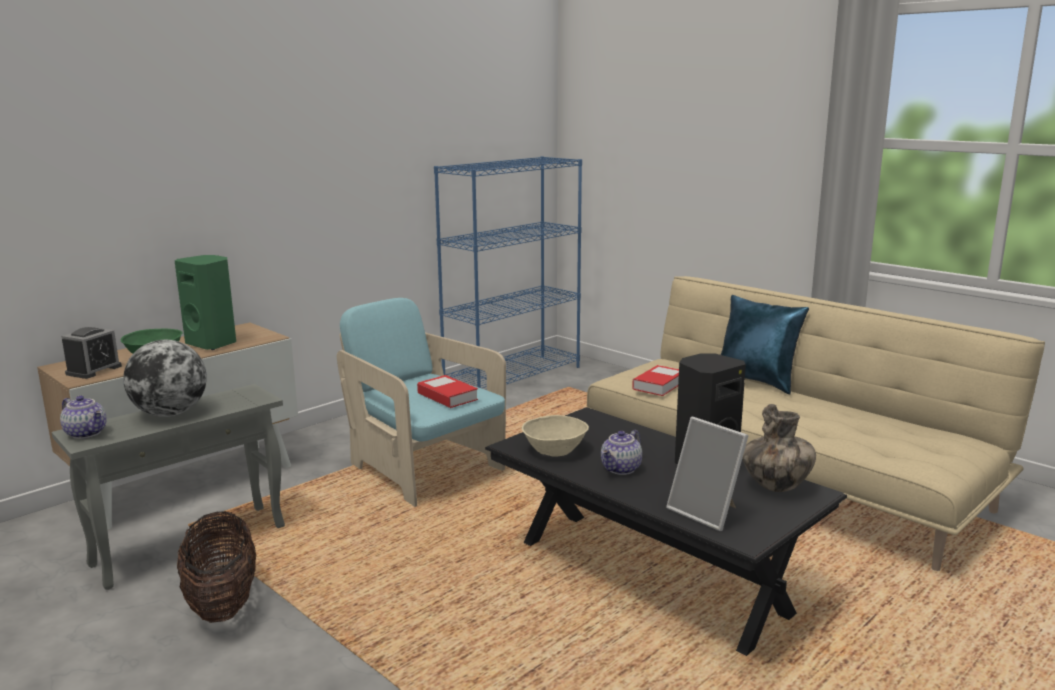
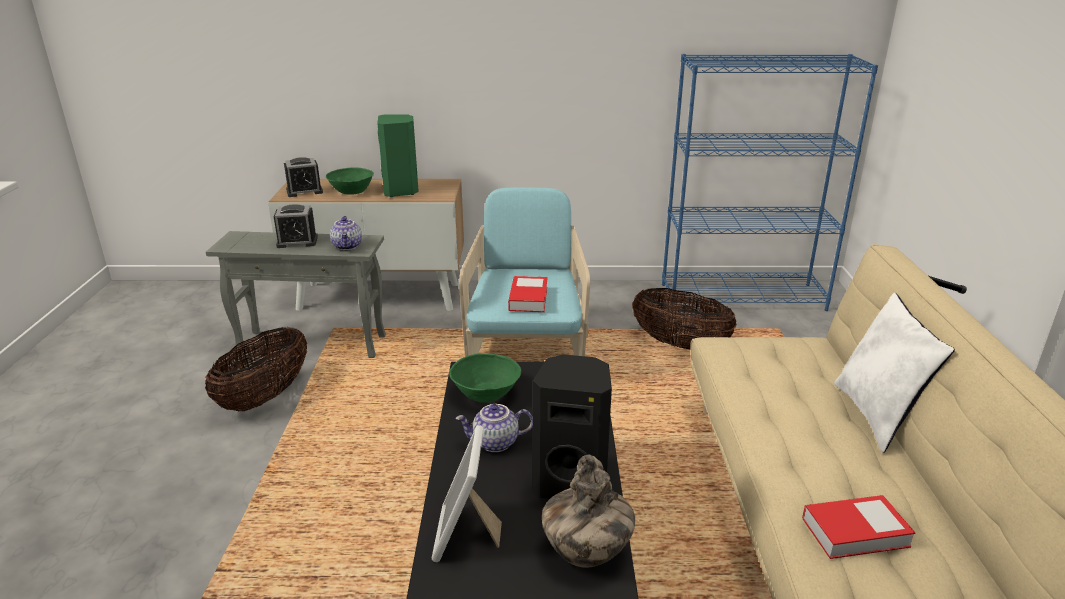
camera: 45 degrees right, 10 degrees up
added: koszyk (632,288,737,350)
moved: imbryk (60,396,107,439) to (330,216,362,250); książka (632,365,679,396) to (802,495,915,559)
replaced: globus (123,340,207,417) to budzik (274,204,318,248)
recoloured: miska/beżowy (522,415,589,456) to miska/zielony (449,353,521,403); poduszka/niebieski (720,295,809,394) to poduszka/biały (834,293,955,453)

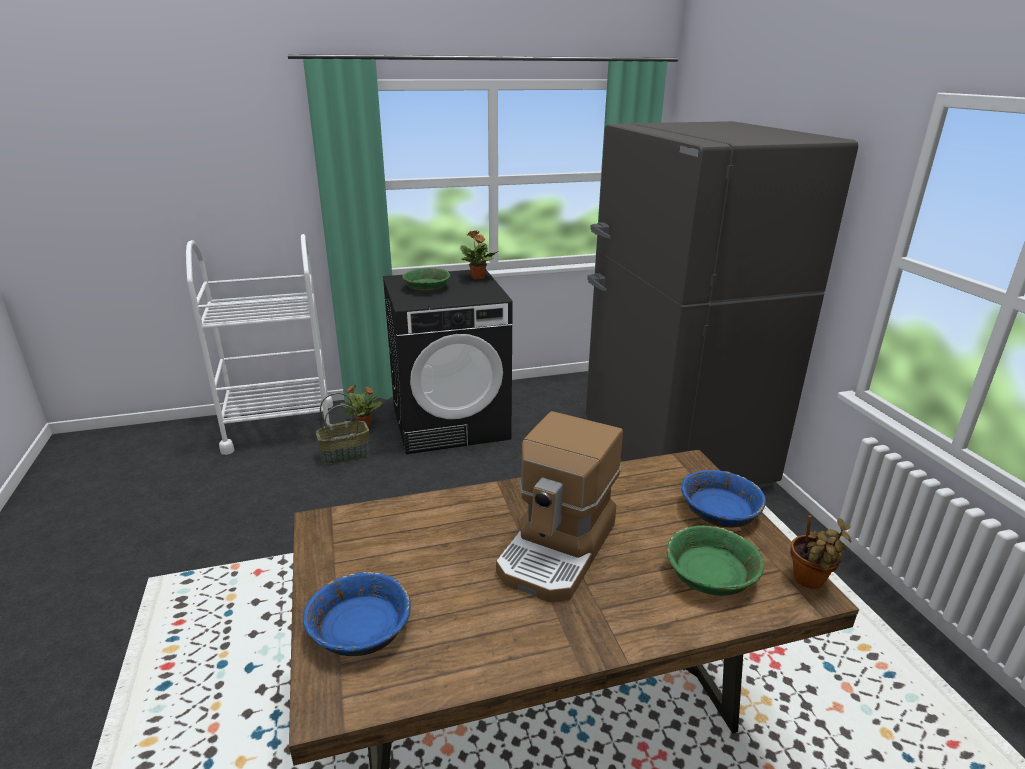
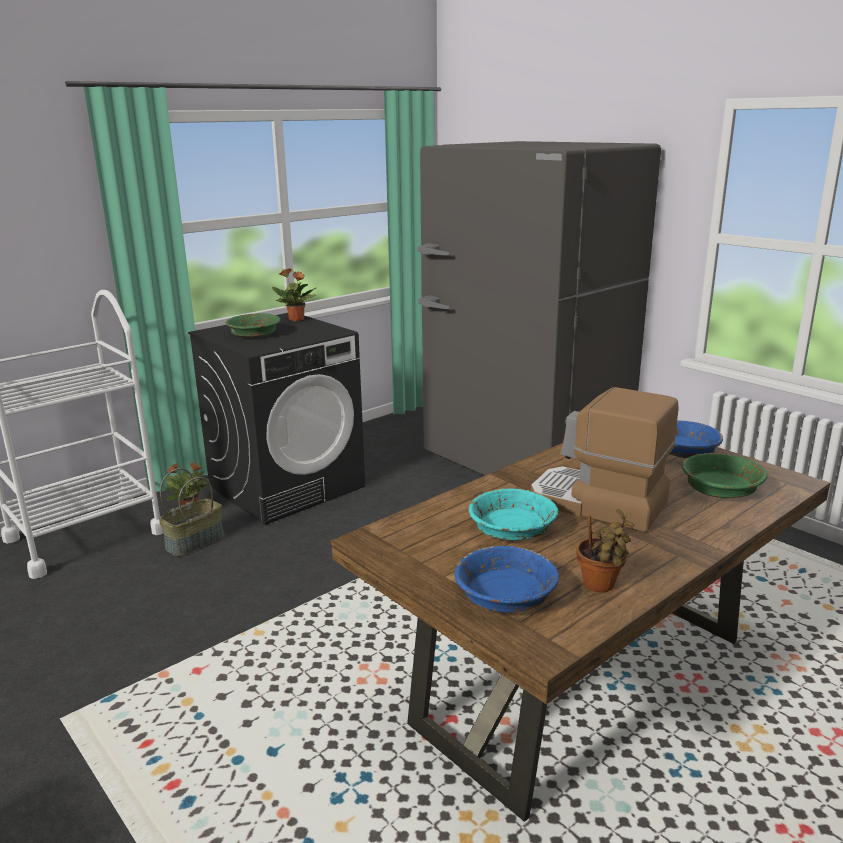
camera: 25 degrees left, 5 degrees down
added: miska/turkusowy (469,488,558,541)
moved: roślina doniczkowa (790,515,852,589) to (576,509,634,592)
turned: ekspres do kawy (496,411,623,603) = (531,387,678,532) 120 degrees clockwise

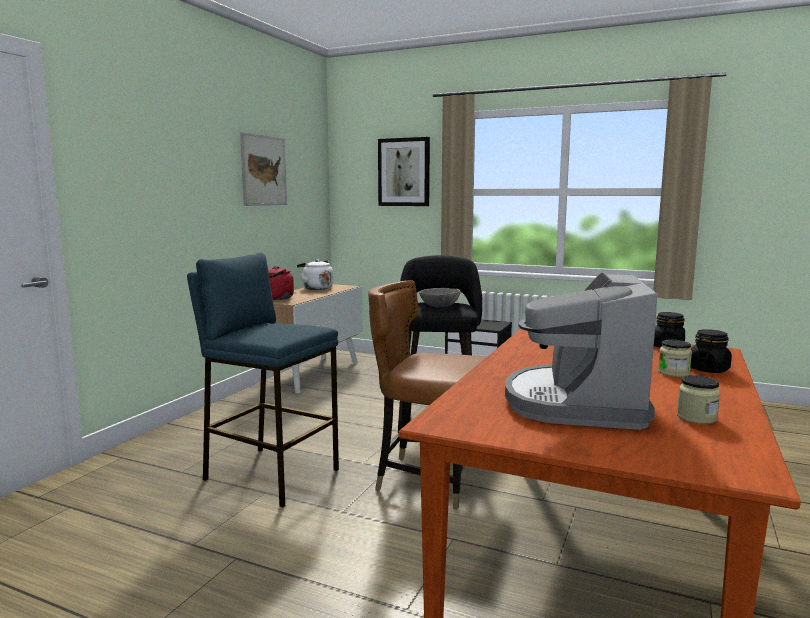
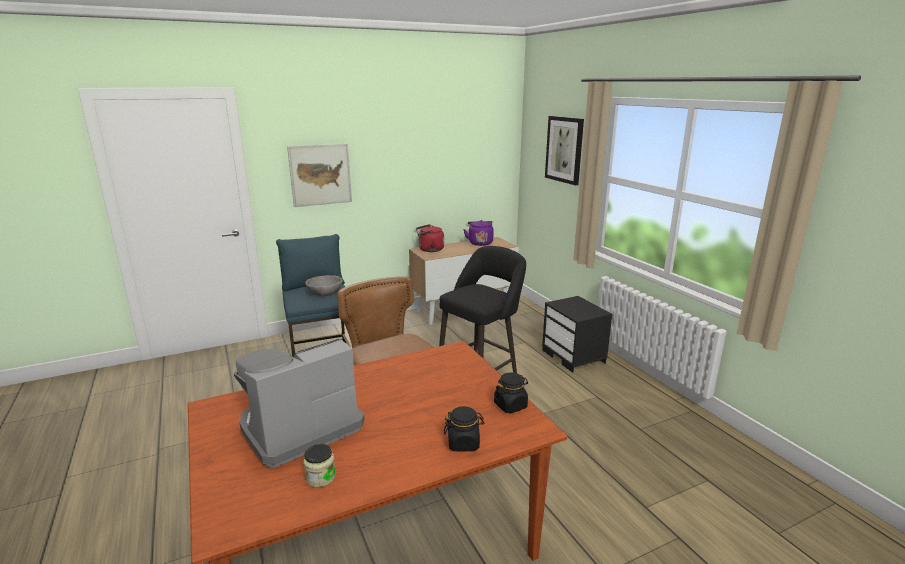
camera: 40 degrees right, 10 degrees up
removed: słoik (658,340,692,377)
moved: obraz (240,132,287,206) to (287,144,352,207); miska/szary (419,288,460,307) to (305,275,343,296)
recoloured: czajnik/biały (297,259,333,290) to czajnik/fioletowy (463,220,494,246)

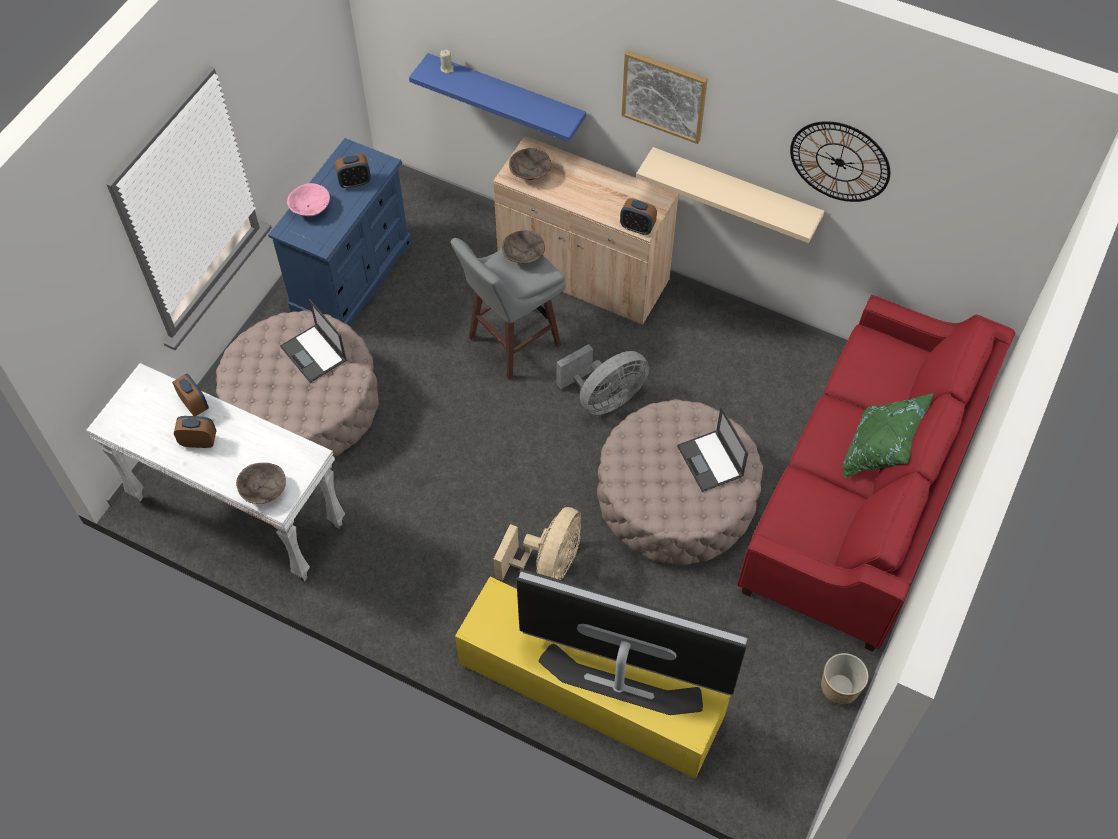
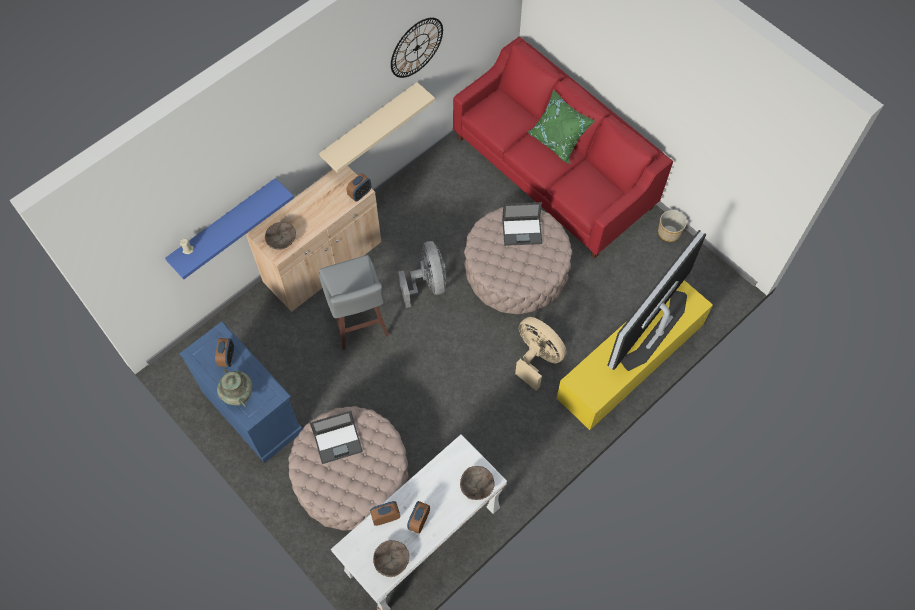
camera: 70 degrees left, 5 degrees up
removed: obraz (622,50,708,144)
moved: miska/brązowy (502,230,545,263) to (373,540,409,577)
replaced: miska/różowy (287,183,330,216) to wazon/turkusowy (217,369,252,407)

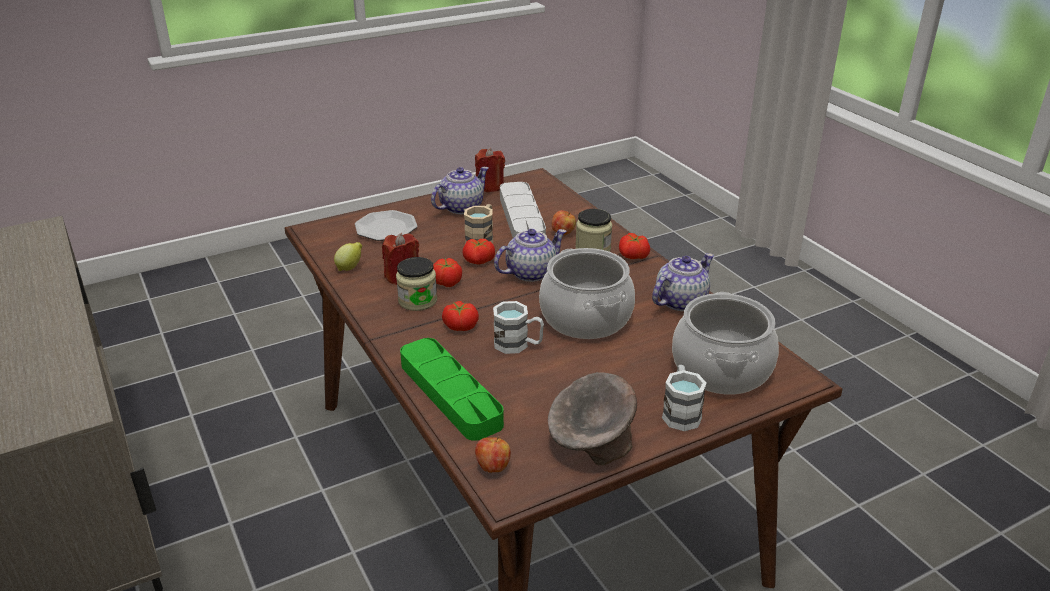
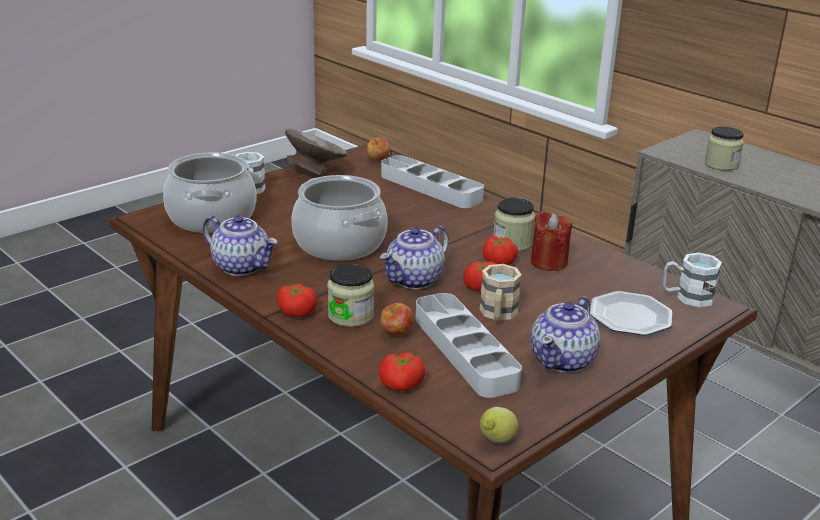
camera: 165 degrees right, 5 degrees down
removed: świeca/czerwony (475,148,505,192)
added: słoik (705,127,744,171)
moved: pomidor (442,301,479,331) to (379,352,425,391); cytryna (334,242,362,271) to (480,407,519,443); kubek/biały (493,301,544,354) to (663,253,722,308)
recoloured: taca/zielony (400,338,504,441) to taca/szary (381,155,484,208)
turned: imbryk (652,253,714,311) = (203,215,278,276) 90 degrees counterclockwise

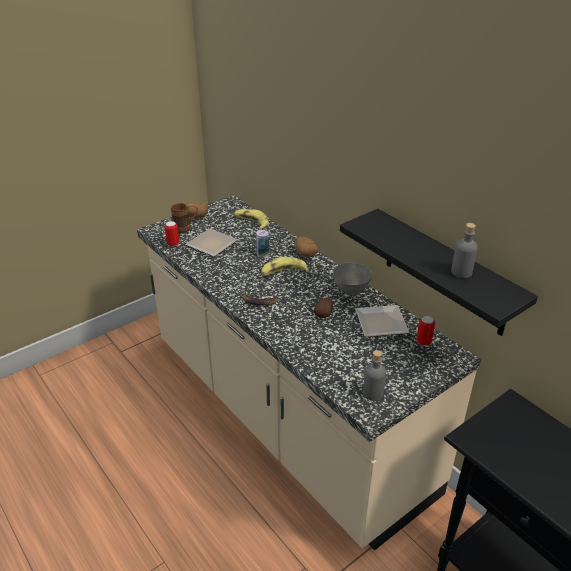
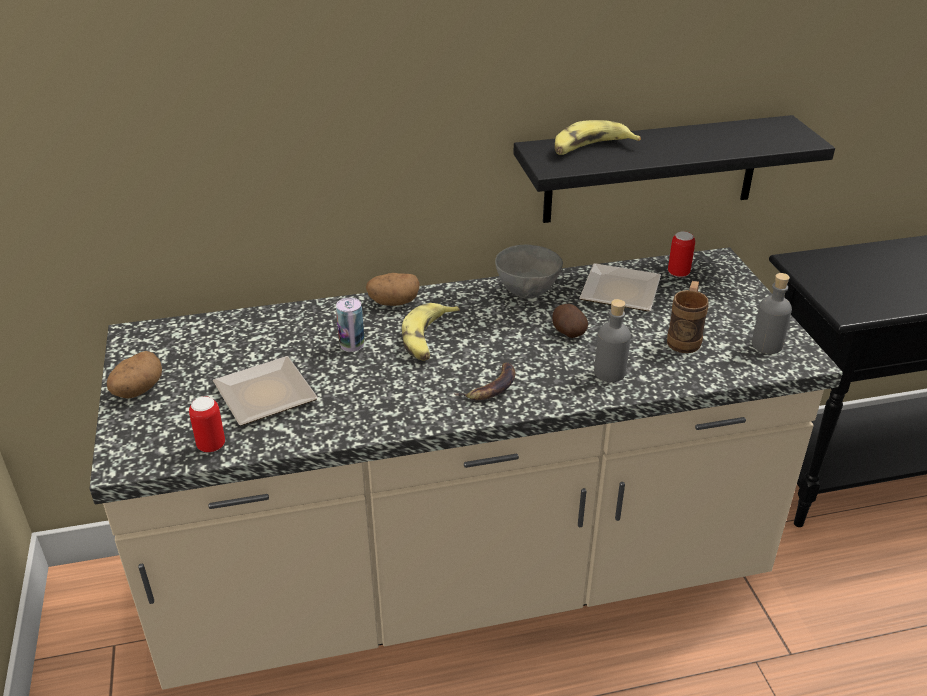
camera: 65 degrees left, 0 degrees up
moved: banan (234,209,269,230) to (555,120,641,155); butelka/szary (451,223,478,278) to (594,299,631,382); kubek/brązowy (171,203,198,233) to (667,281,709,353)

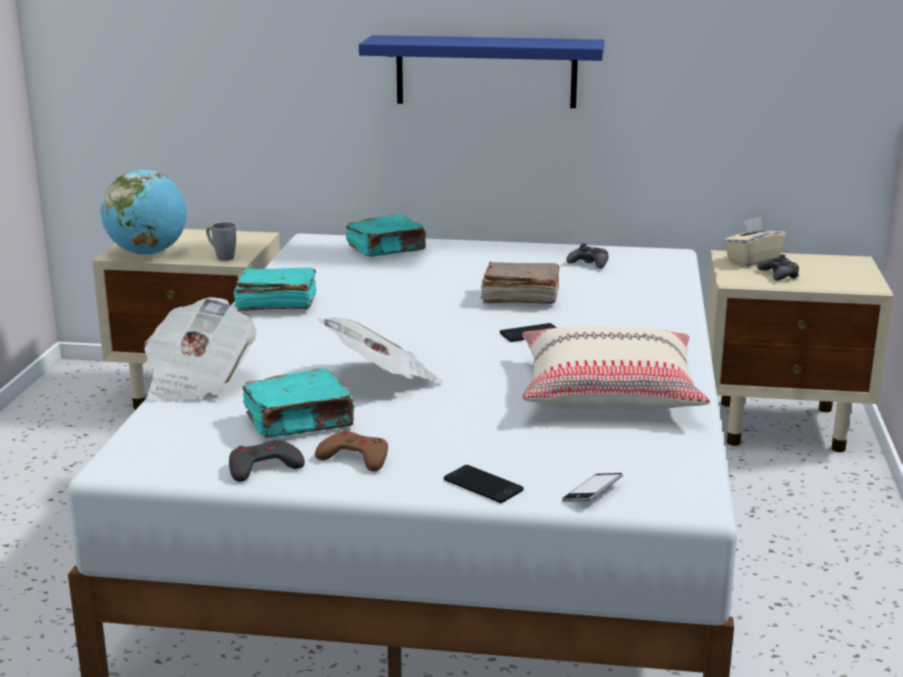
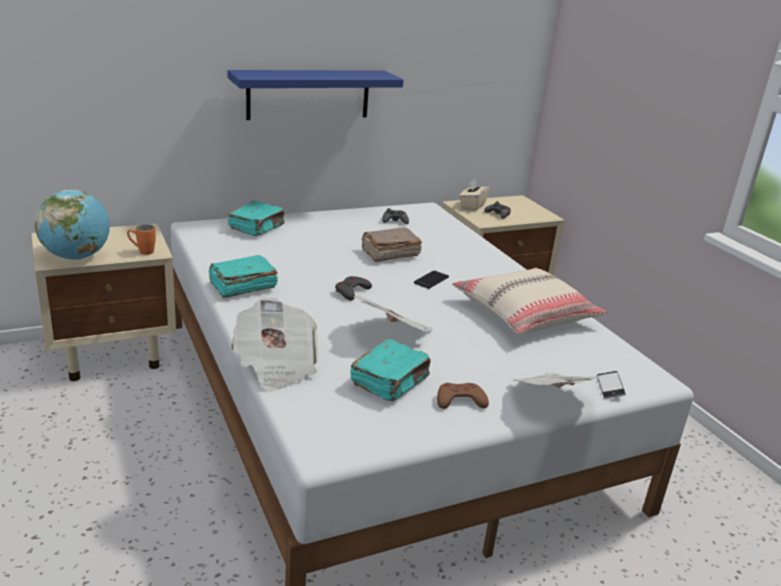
camera: 35 degrees left, 5 degrees up
moved: pad do gier/szary (229,440,305,482) to (335,276,372,301)
replaced: telefon (444,465,524,503) to gazeta (512,373,608,388)
recoloured: kubek/szary (206,223,236,261) to kubek/pomarańczowy (127,224,156,255)

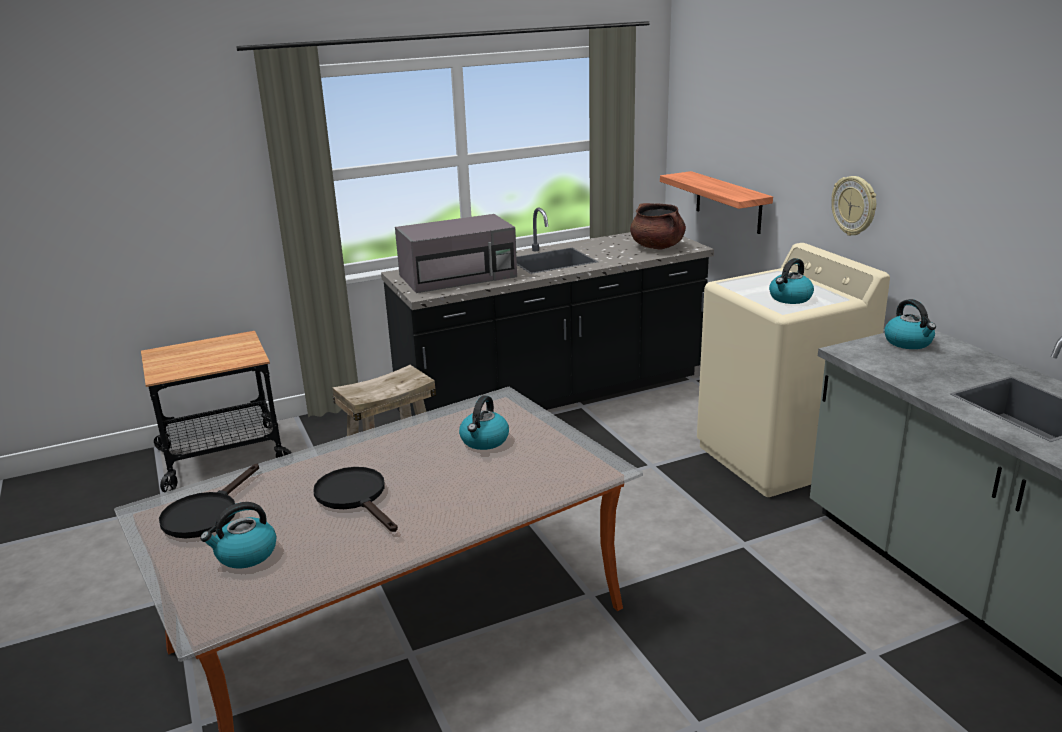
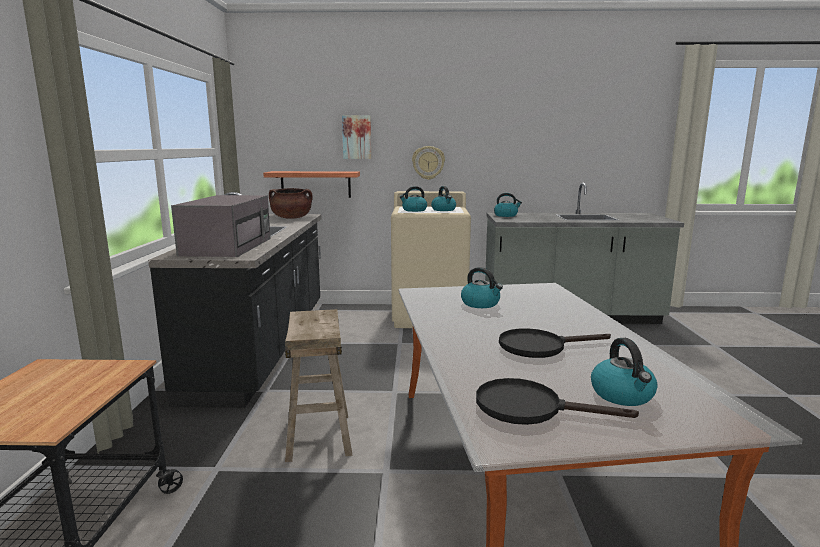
camera: 65 degrees left, 10 degrees down
added: obraz (342,115,371,159); czajnik (399,186,427,212)
turned: patelnia/czarny (159,463,259,538) = (476,378,639,425) 150 degrees clockwise

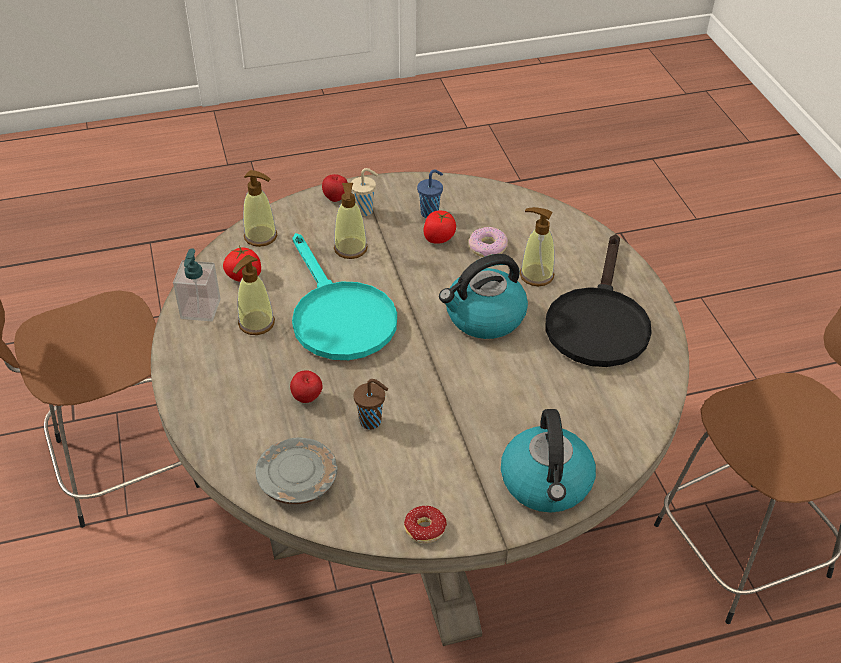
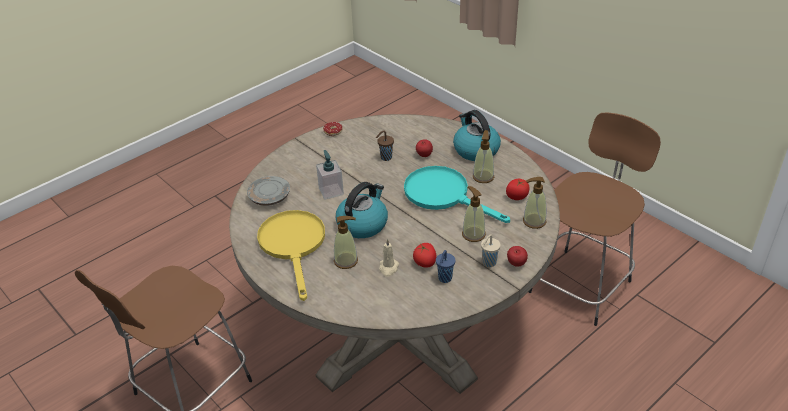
camera: 155 degrees right, 5 degrees down
moved: talerz/szary (255,438,338,505) to (247,176,290,206); dozownik mydła (173,248,221,322) to (316,150,344,200); czajnik (501,409,596,513) to (453,110,501,161)
replaced: donut (469,227,508,257) to świeca/beżowy (379,239,399,277)
recoloured: patelnia/czarny (546,234,652,367) to patelnia/żółty (257,210,325,301)

